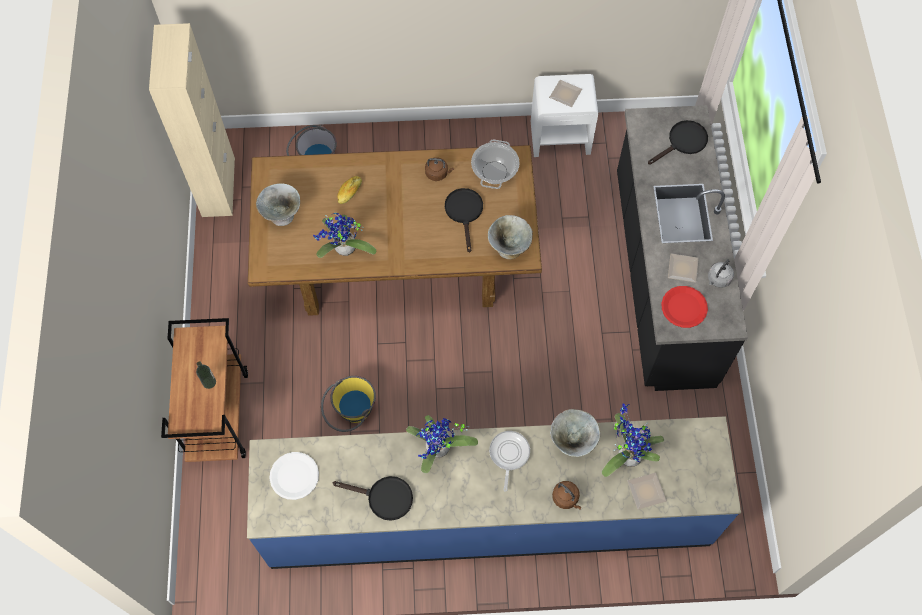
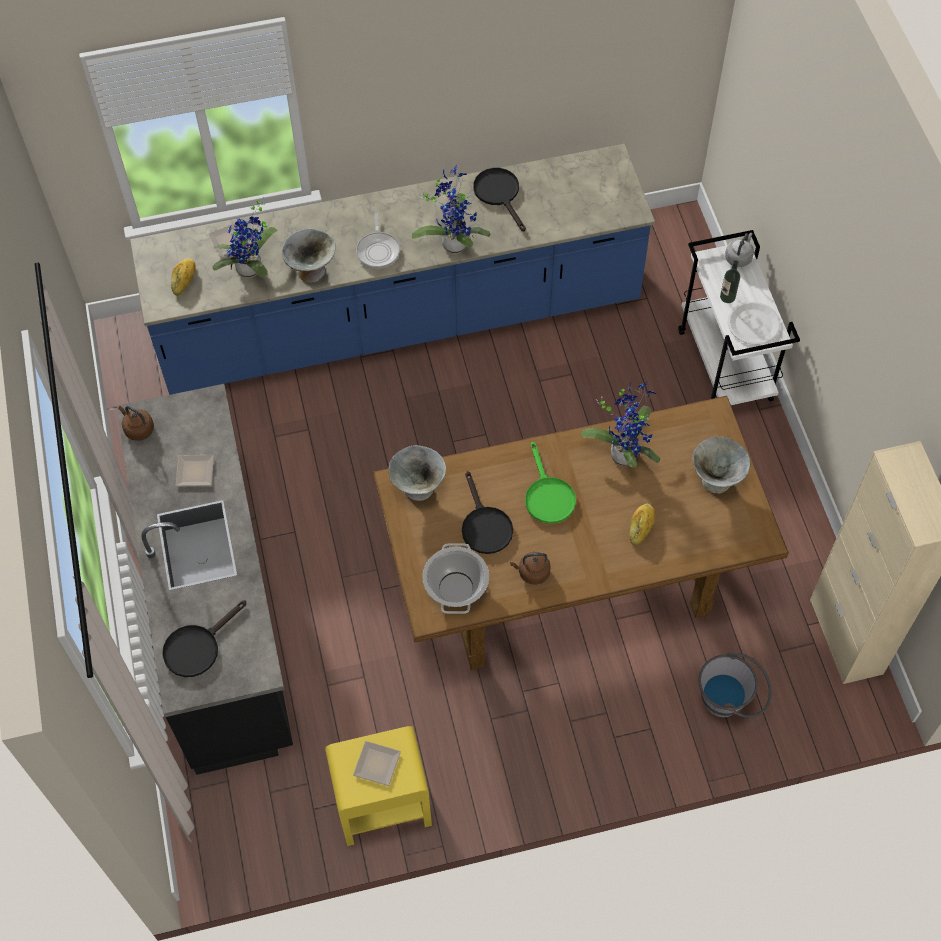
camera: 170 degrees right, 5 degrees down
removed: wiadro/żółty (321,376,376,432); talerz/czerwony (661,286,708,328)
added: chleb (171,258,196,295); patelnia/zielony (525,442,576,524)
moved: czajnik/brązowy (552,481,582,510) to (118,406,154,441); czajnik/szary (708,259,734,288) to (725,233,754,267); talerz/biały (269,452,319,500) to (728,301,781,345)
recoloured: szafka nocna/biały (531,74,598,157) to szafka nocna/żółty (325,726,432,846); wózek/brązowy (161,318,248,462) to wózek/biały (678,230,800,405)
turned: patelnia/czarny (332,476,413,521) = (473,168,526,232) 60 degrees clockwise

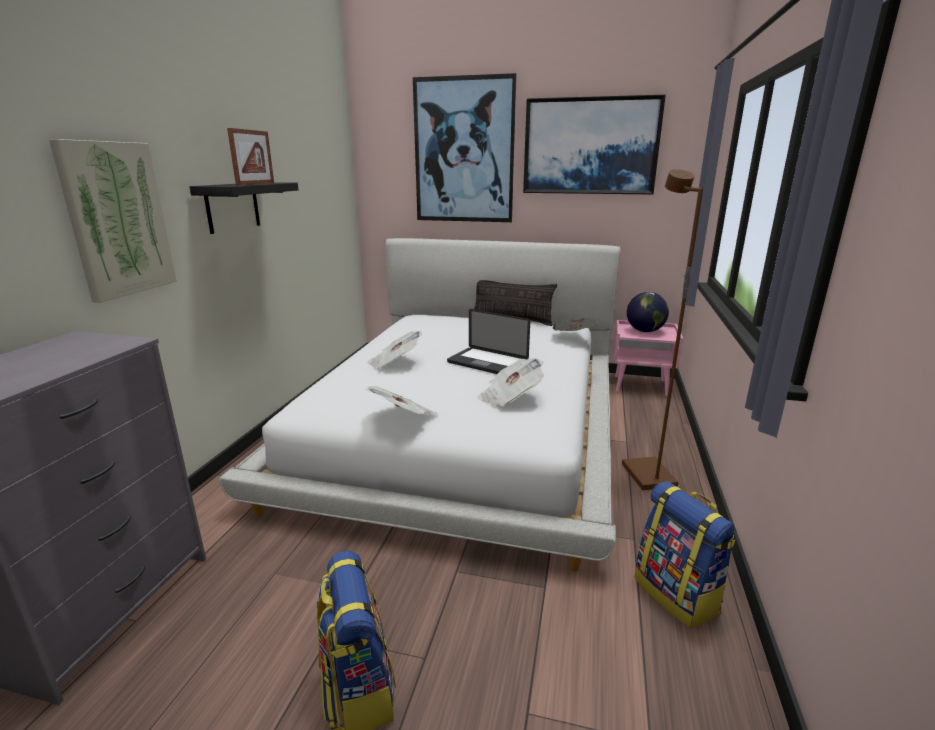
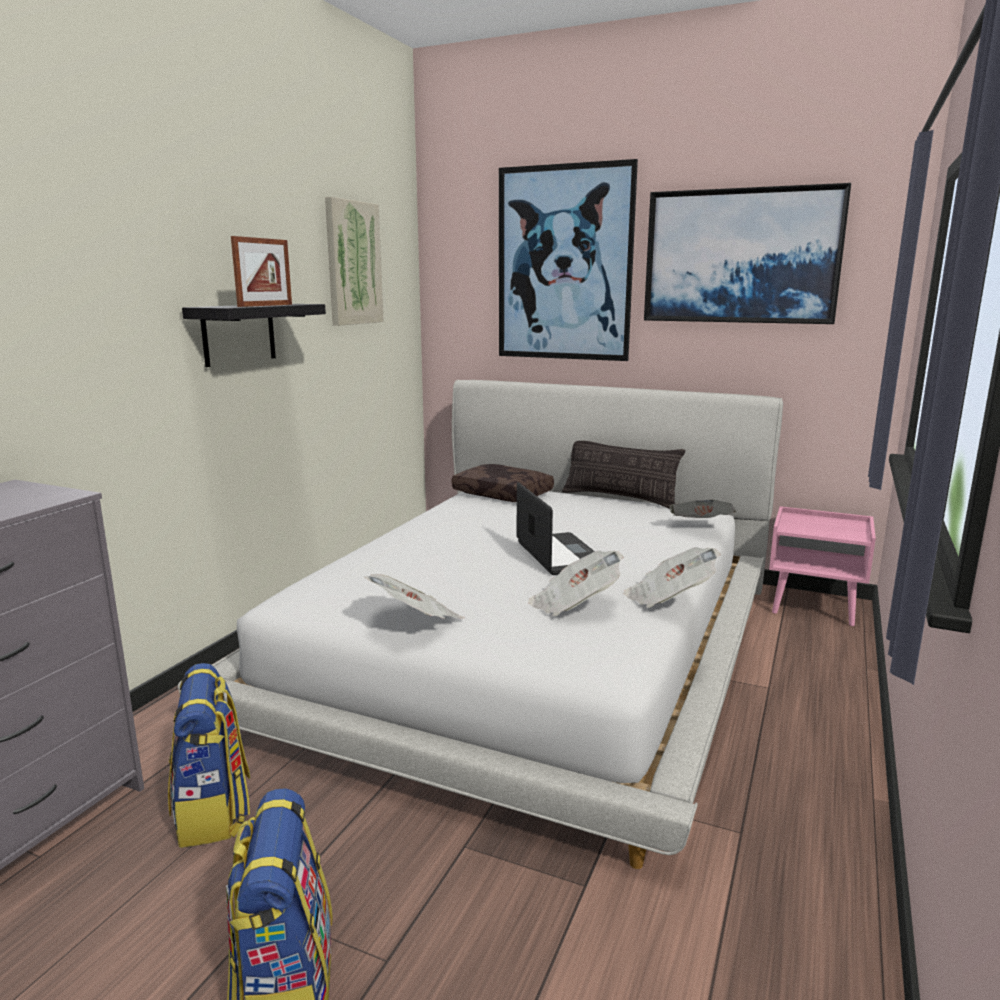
camera: 10 degrees right, 5 degrees down
removed: lampa stojąca/brązowy (622,169,703,490); globus (627,292,669,332)
added: poduszka/brązowy (452,464,554,502)
moved: plecak (634,481,736,629) to (168,663,250,848); obraz (49,139,177,303) to (325,197,384,326); gazeta (367,331,422,369) to (624,547,721,608)
turned: laptop (447,309,530,374) = (517,482,595,575) 150 degrees counterclockwise

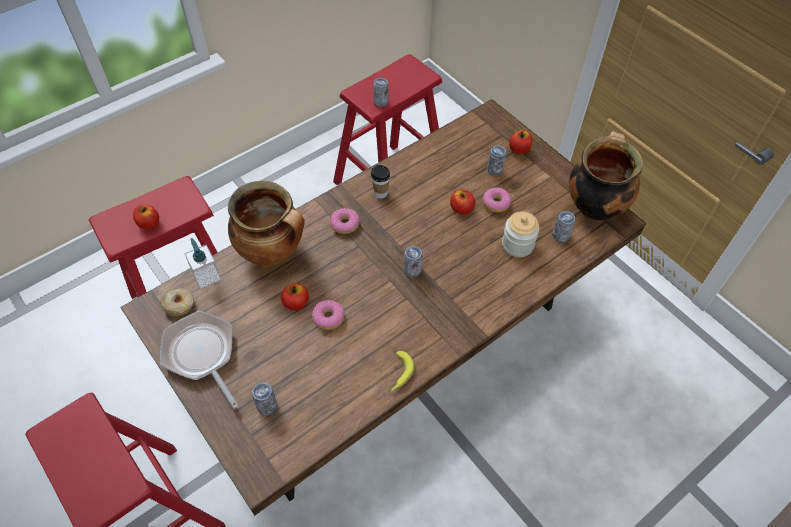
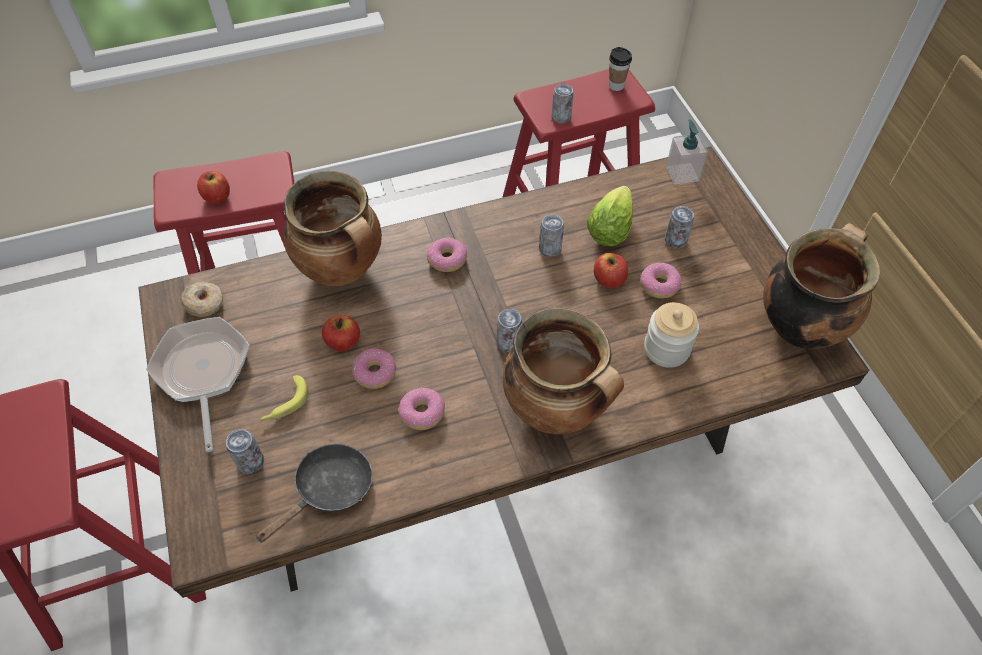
camera: 20 degrees right, 0 degrees up
removed: jabłko (509,130,532,154)
added: patelnia/czarny (255,444,373,543); donut (399,387,445,430); garnek (503,308,624,434); sałata (586,186,633,246)
moved: banan (391,351,414,392) to (260,375,308,421); puszka (552,211,575,242) to (539,215,564,257); filiżanka (371,165,390,199) to (609,47,632,91); dozownik mydła (185,238,221,289) to (666,119,708,185)

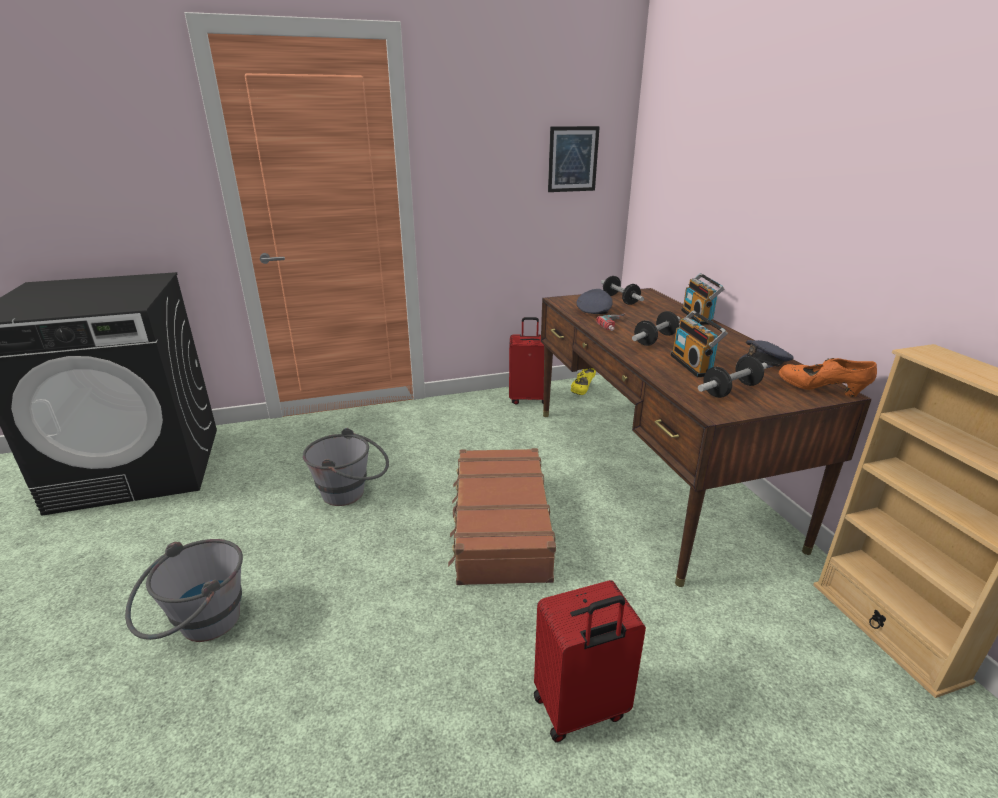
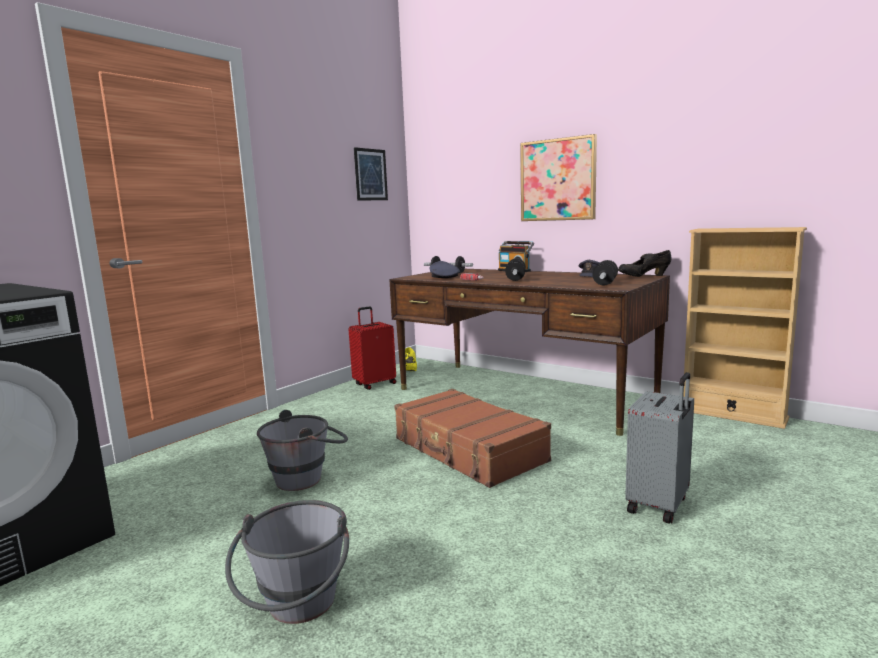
camera: 35 degrees left, 15 degrees down
removed: radio (670,310,728,377)
added: obraz (520,134,597,221)
recoloured: but/pomarańczowy (779,358,877,397) to but/czarny (618,250,671,277); walizka/czerwony (534,580,646,743) to walizka/szary (625,372,694,524)

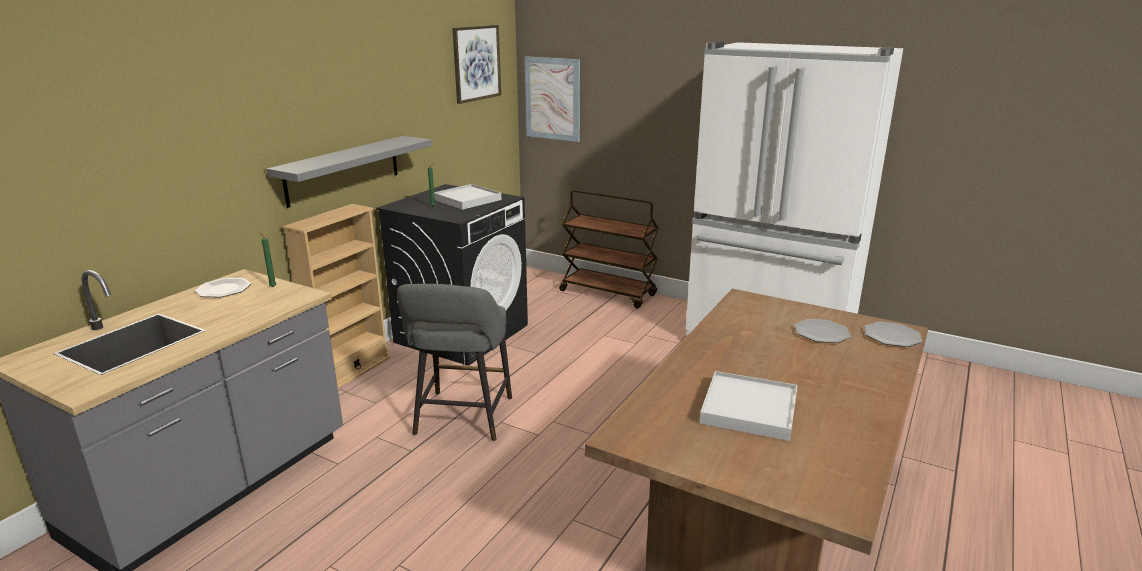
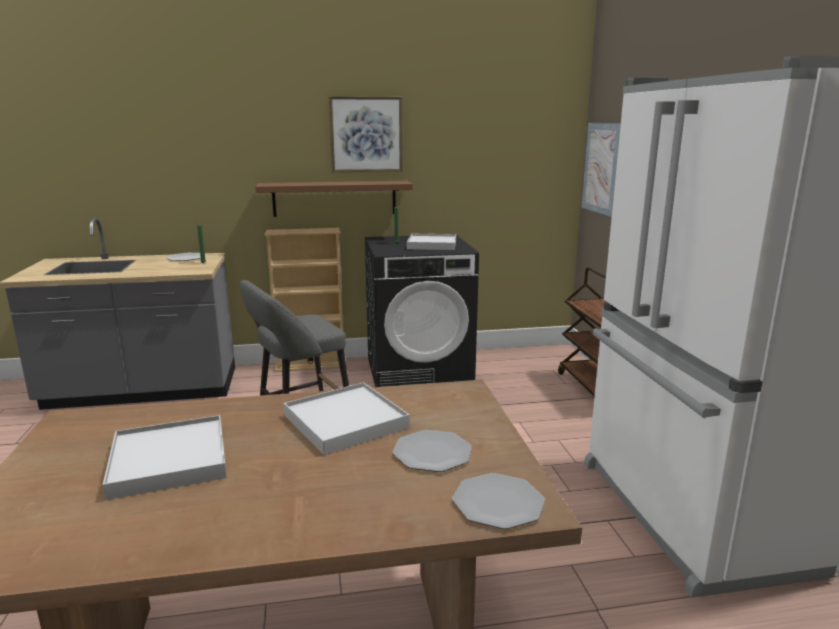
camera: 50 degrees right, 5 degrees down
added: taca/biały (284,382,410,455)
moved: obraz (452,25,501,104) to (329,96,403,172)
recoloured: półka/szary (266,136,432,208) to półka/brązowy (255,181,413,217)

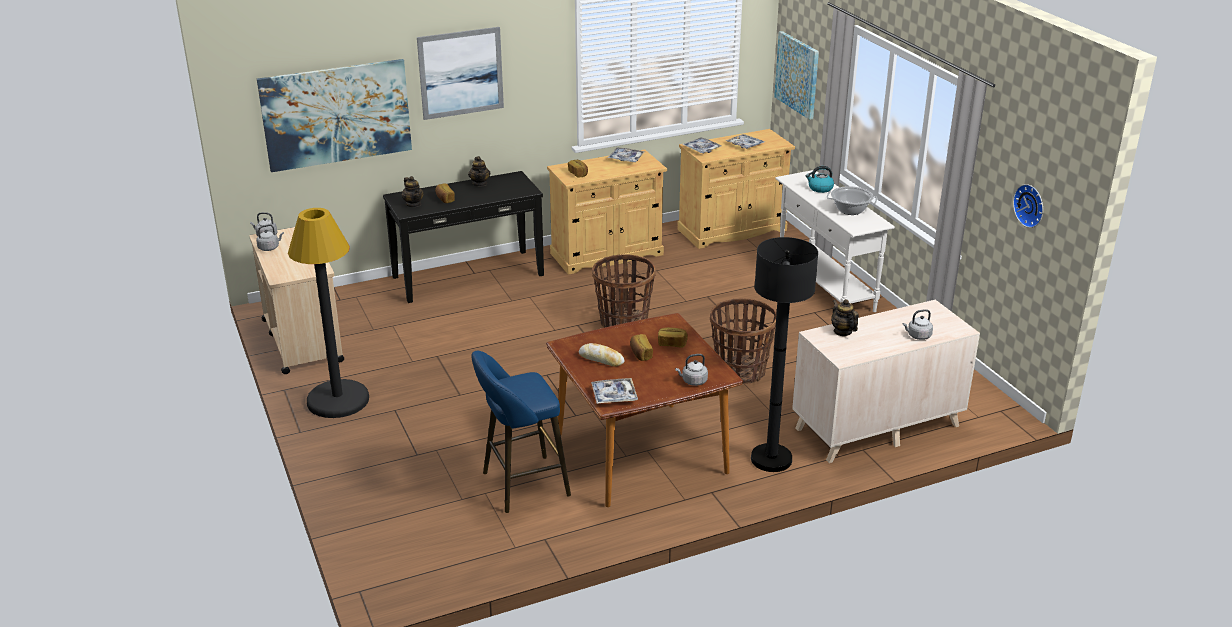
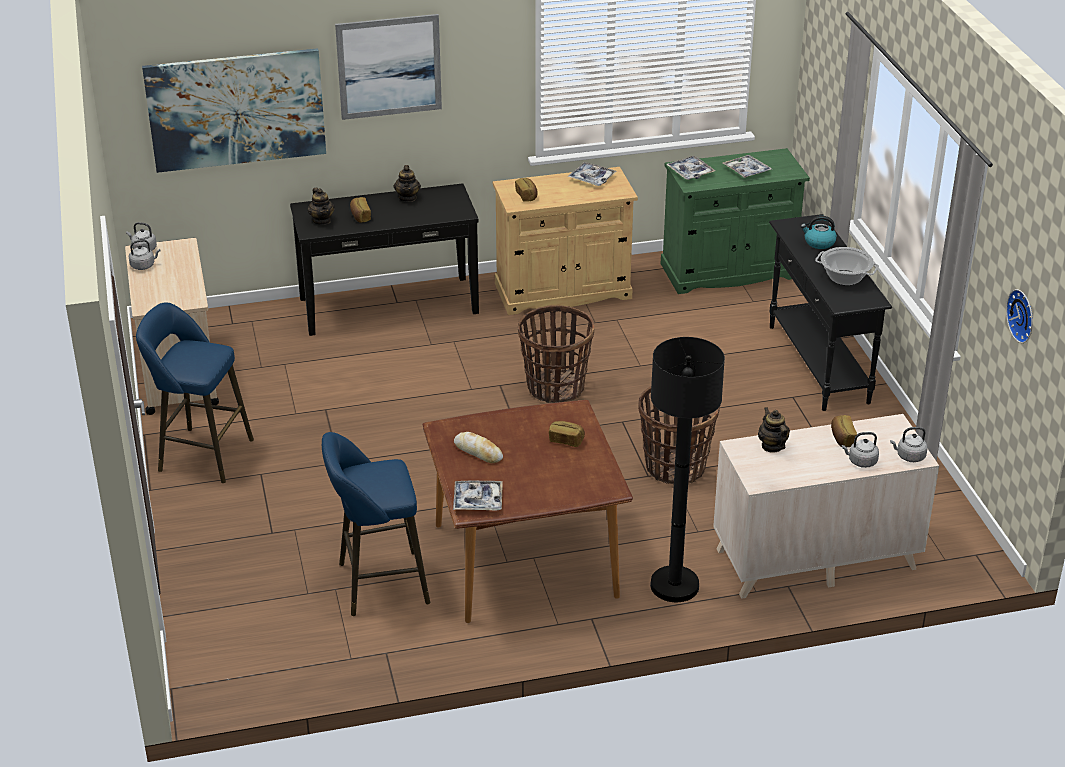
camera: 10 degrees right, 5 degrees up
removed: obraz (774,31,819,120)
moved: chleb (630,334,653,361) to (831,415,857,447); czajnik/szary (675,354,708,386) to (890,427,928,462)
replaced: lampa stojąca/czarny (288,208,369,418) to stołek/niebieski (136,302,254,483)
recoloured: szafka/beżowy (677,129,795,249) to szafka/zielony (661,148,810,294); stolik konsolowy/biały (775,170,895,312) to stolik konsolowy/czarny (769,214,892,411)

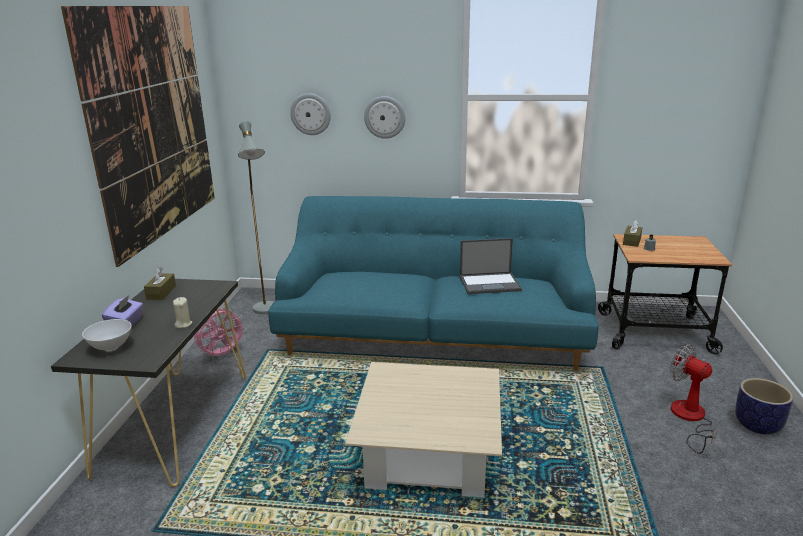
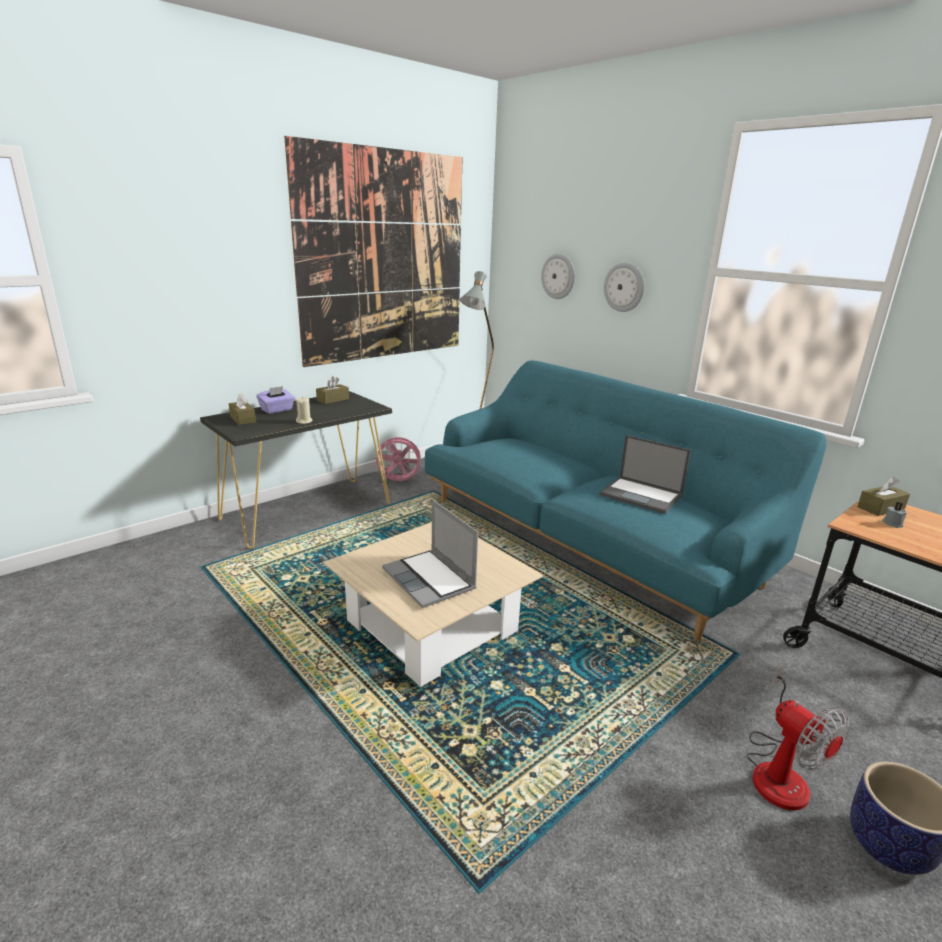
camera: 40 degrees right, 0 degrees up
added: laptop (382,500,478,608)
replaced: miska/biały (82,319,132,351) to pudełko chusteczek/brązowy (229,393,256,425)
turned: wentylator (670,344,718,454) = (747,666,850,810) 150 degrees clockwise

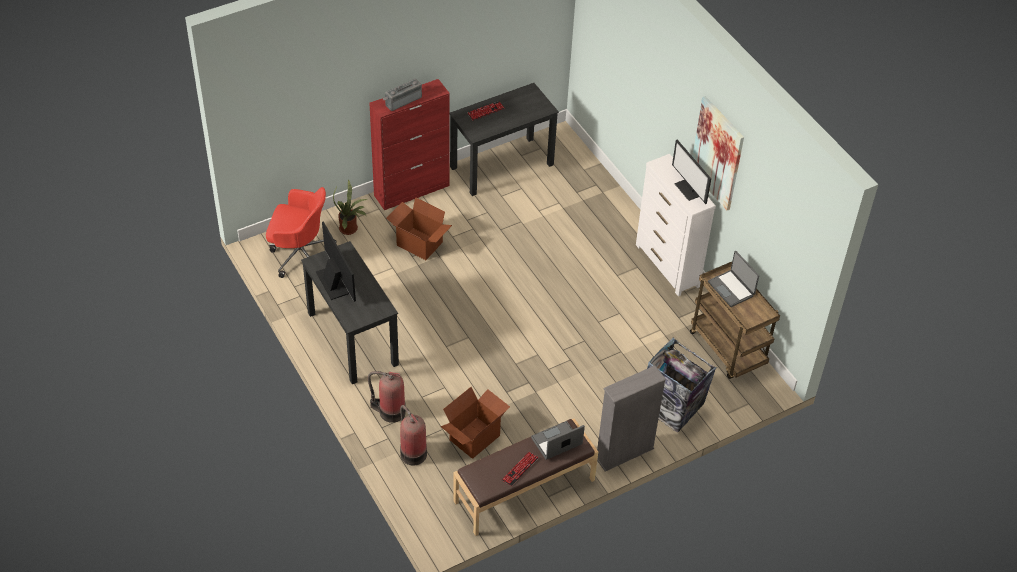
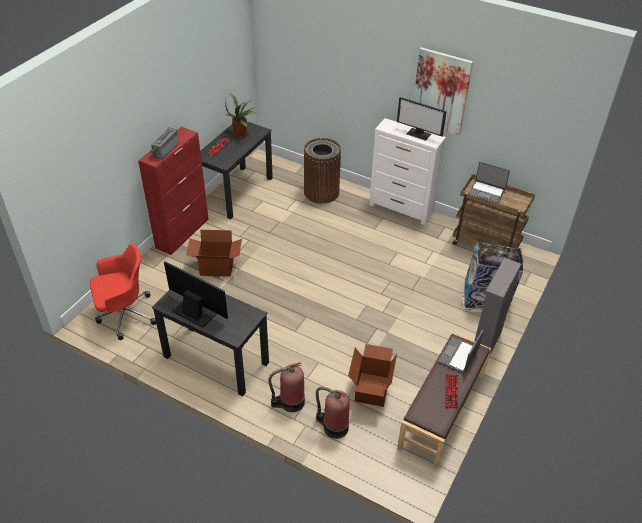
camera: 30 degrees left, 5 degrees down
added: kosz na śmieci/brązowy (304,138,341,204)
moved: roślina doniczkowa (333,180,367,235) to (225,93,256,138)

